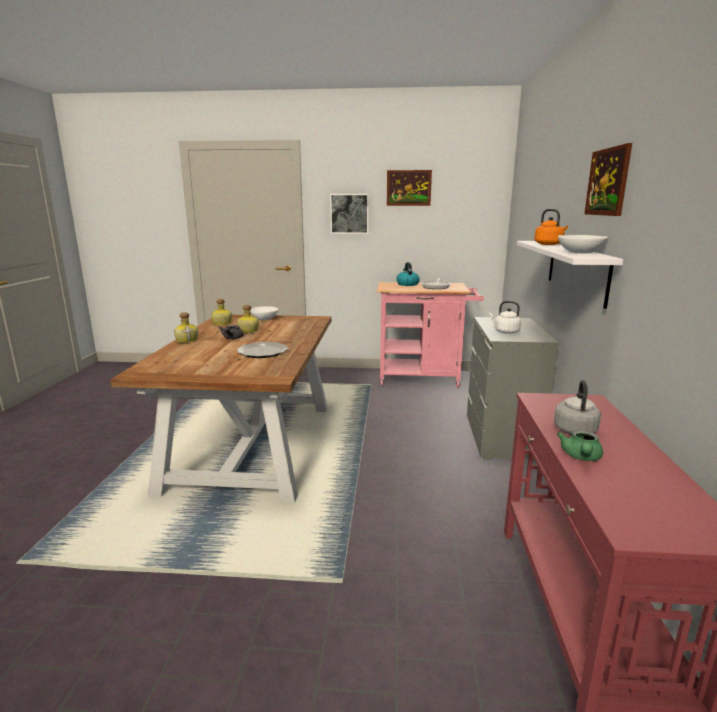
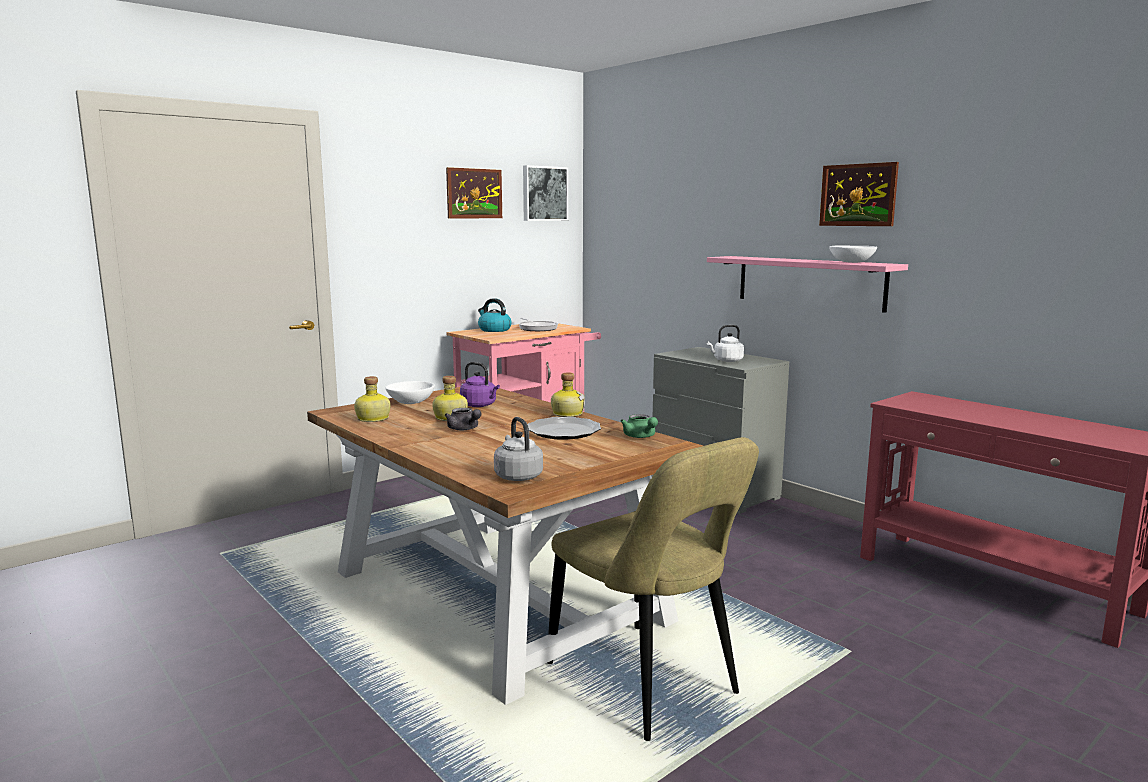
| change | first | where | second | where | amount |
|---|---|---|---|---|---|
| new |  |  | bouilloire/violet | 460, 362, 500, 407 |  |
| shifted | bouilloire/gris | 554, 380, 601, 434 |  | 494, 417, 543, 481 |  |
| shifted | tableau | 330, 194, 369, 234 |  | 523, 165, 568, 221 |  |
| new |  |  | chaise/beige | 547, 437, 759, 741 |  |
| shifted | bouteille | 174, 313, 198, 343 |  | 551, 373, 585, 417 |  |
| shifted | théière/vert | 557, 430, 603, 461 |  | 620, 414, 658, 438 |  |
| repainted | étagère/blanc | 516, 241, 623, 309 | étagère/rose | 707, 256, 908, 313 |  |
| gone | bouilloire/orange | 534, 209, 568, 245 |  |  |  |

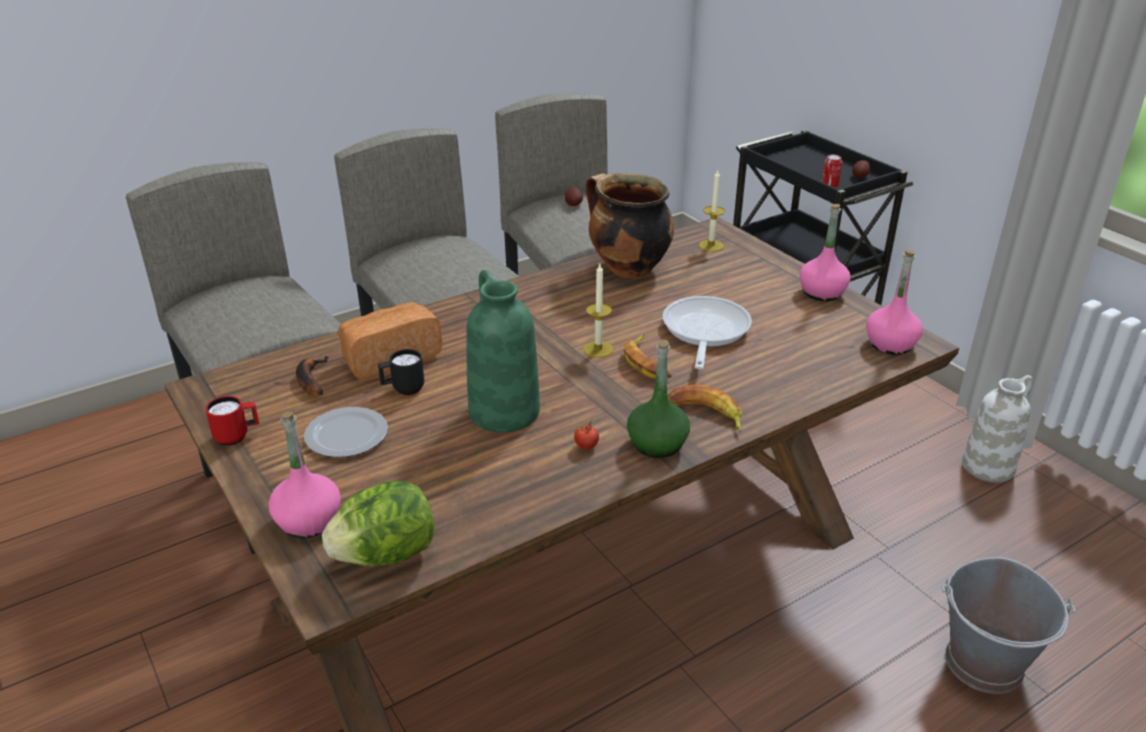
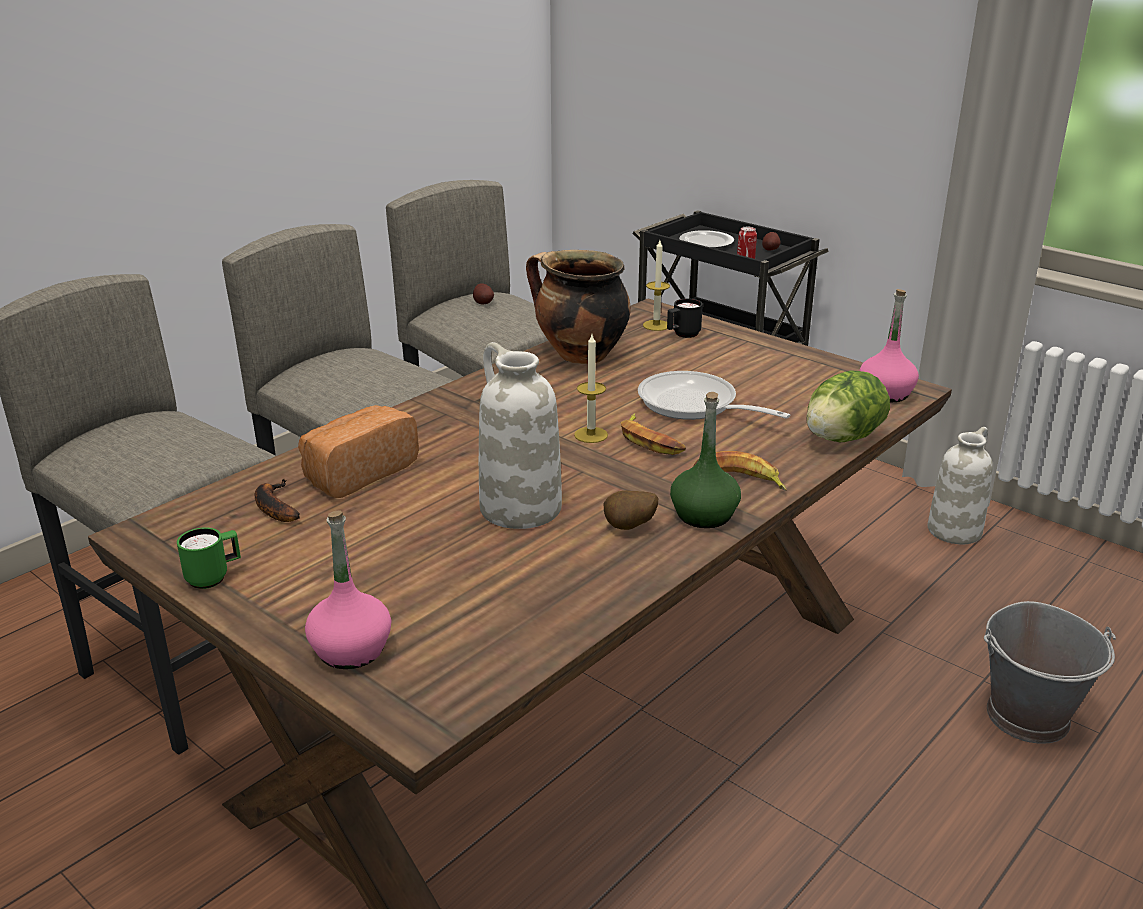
| change | first | where | second | where | amount |
|---|---|---|---|---|---|
| repainted | mug/rouge | 205, 396, 259, 446 | mug/vert | 177, 527, 241, 589 |  |
| repainted | vase/vert | 466, 270, 540, 432 | vase/blanc | 479, 342, 562, 529 |  |
| swapped | tomate | 574, 420, 599, 450 | pomme de terre | 603, 490, 658, 530 |  |
| rotated | poêle | 663, 296, 752, 369 |  | 638, 371, 790, 420 | 45 degrees counterclockwise |
| shifted | mug/noir | 378, 349, 424, 395 |  | 667, 298, 703, 338 |  |
| shifted | assiette | 304, 407, 388, 457 |  | 679, 230, 734, 248 |  |
| shifted | laitue | 322, 481, 434, 567 |  | 806, 370, 890, 442 |  |
| gone | bouteille/rose | 799, 204, 851, 301 |  |  |  |

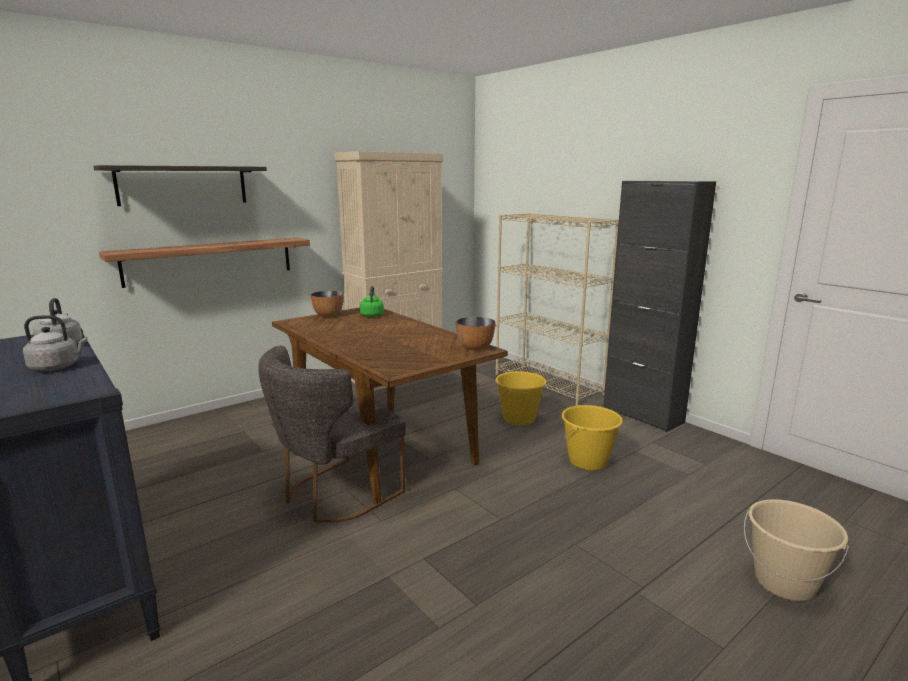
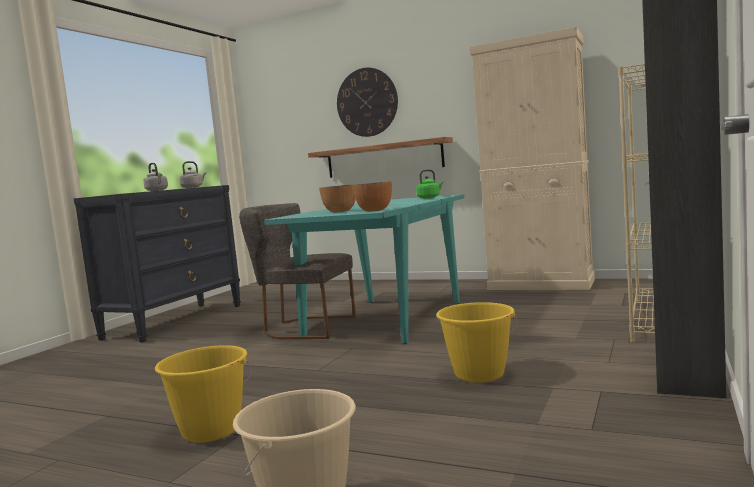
| change | first | where | second | where | amount |
|---|---|---|---|---|---|
| shifted | seau/jaune | 495, 371, 546, 425 |  | 155, 345, 252, 443 |  |
| repainted | table à manger/marron | 272, 307, 508, 504 | table à manger/turquoise | 264, 194, 464, 344 |  |
| shifted | bol | 311, 291, 344, 317 |  | 319, 184, 356, 213 |  |
| swapped | étagère | 94, 165, 267, 206 | horloge murale | 337, 68, 398, 137 |  |

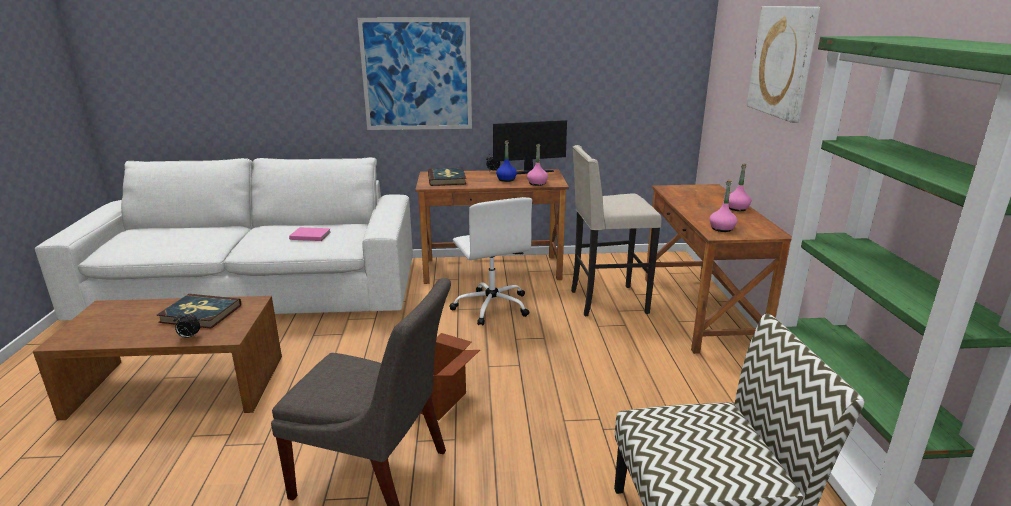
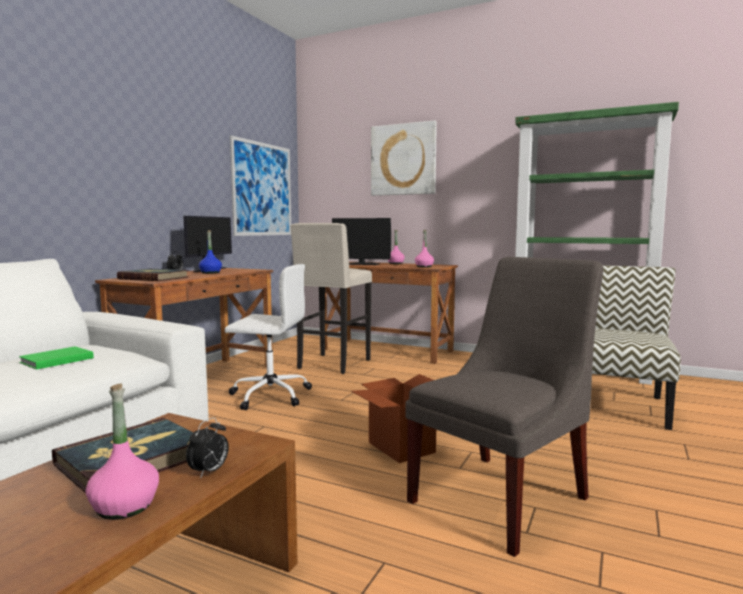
| change | first | where | second | where | amount |
|---|---|---|---|---|---|
| repainted | livre/rose | 289, 227, 331, 241 | livre/vert | 19, 347, 94, 370 |  |
| shifted | bouteille/rose | 527, 144, 548, 186 |  | 86, 383, 159, 520 |  |
| shifted | tableau | 357, 17, 472, 130 |  | 230, 135, 291, 236 |  |
| new |  |  | écran d'ordinateur | 332, 218, 391, 265 |  |

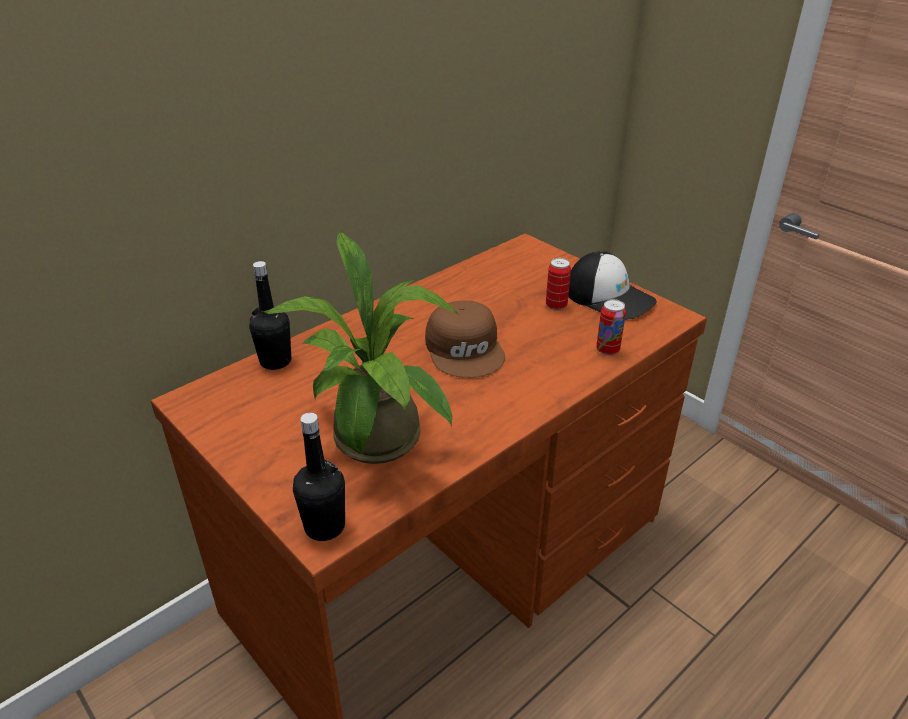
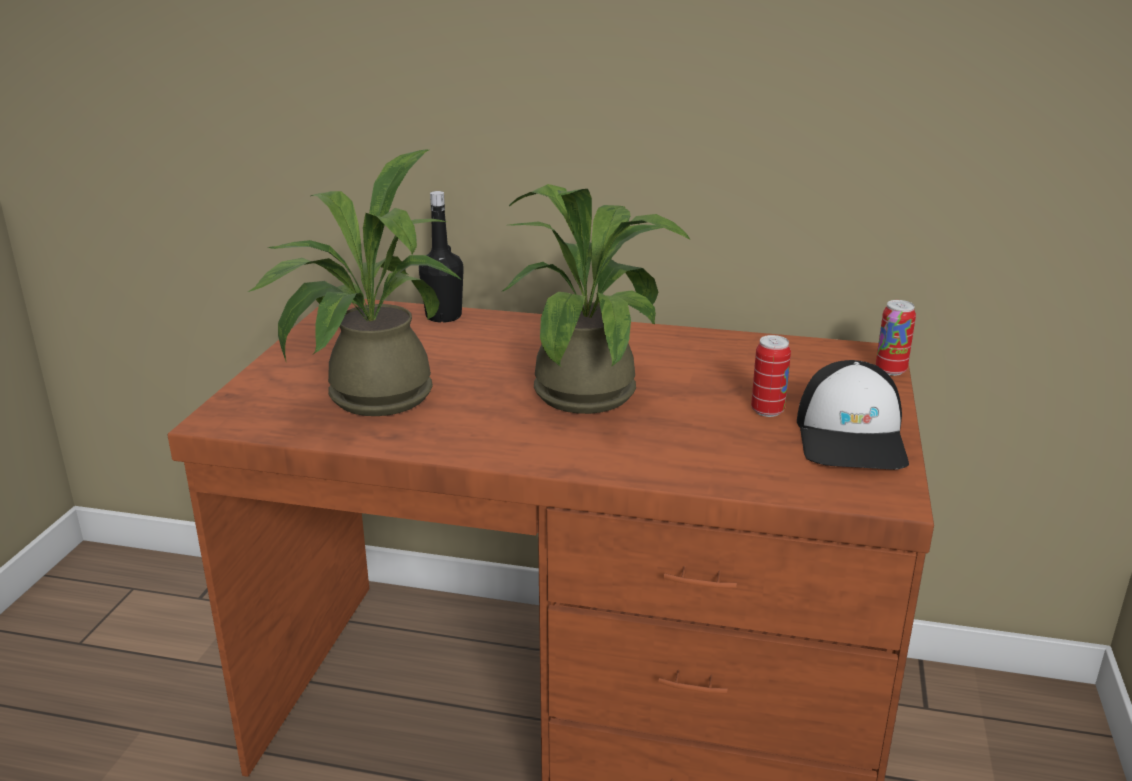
| change | first | where | second | where | amount |
|---|---|---|---|---|---|
| swapped | casquette/marron | 425, 300, 505, 378 | plante en pot | 503, 184, 690, 414 |  |
| shifted | boîte métallique | 596, 299, 626, 356 |  | 876, 300, 916, 376 |  |
| gone | bouteille/noir | 293, 413, 345, 541 |  |  |  |

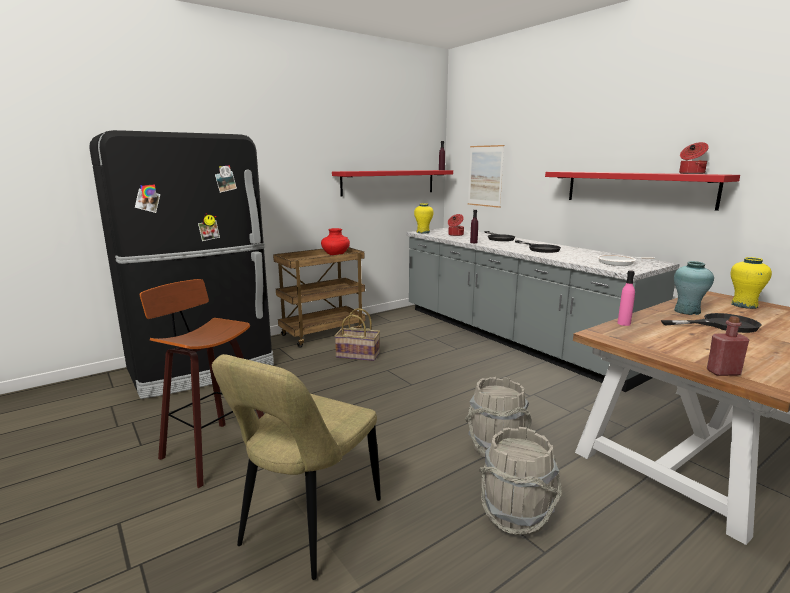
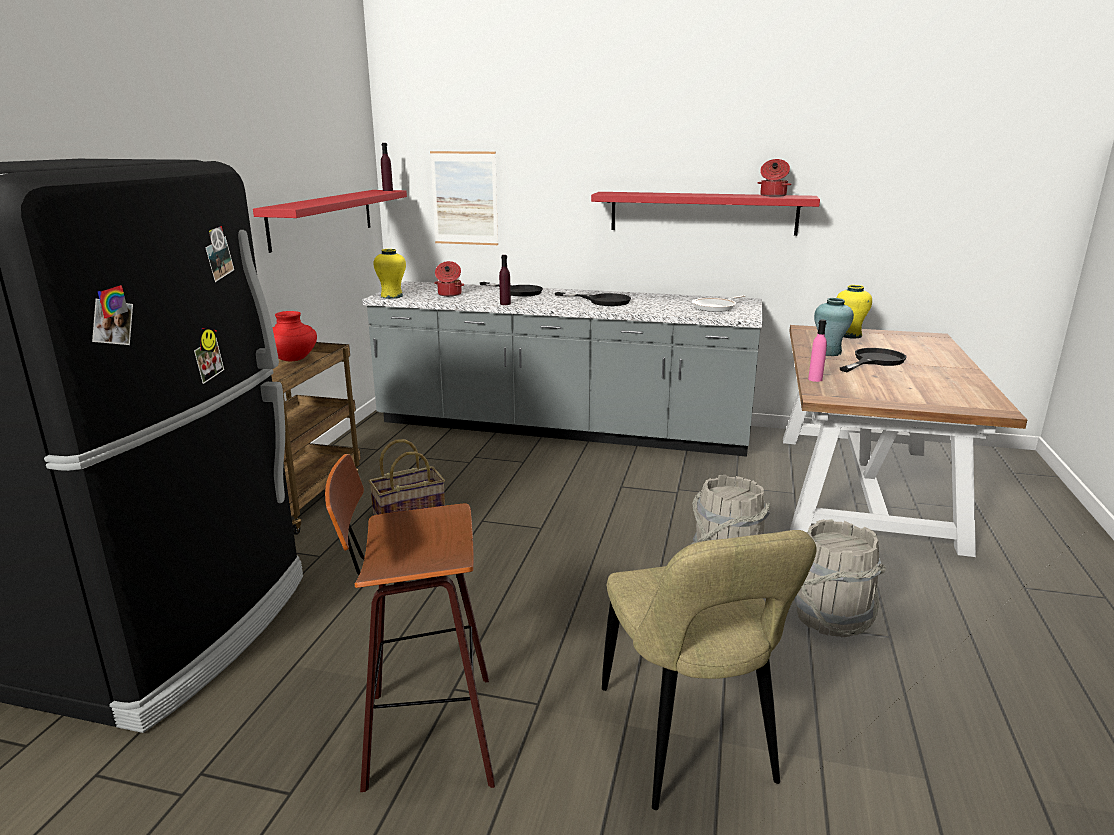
| change | first | where | second | where | amount |
|---|---|---|---|---|---|
| gone | bouteille/rouge | 707, 316, 749, 376 |  |  |  |

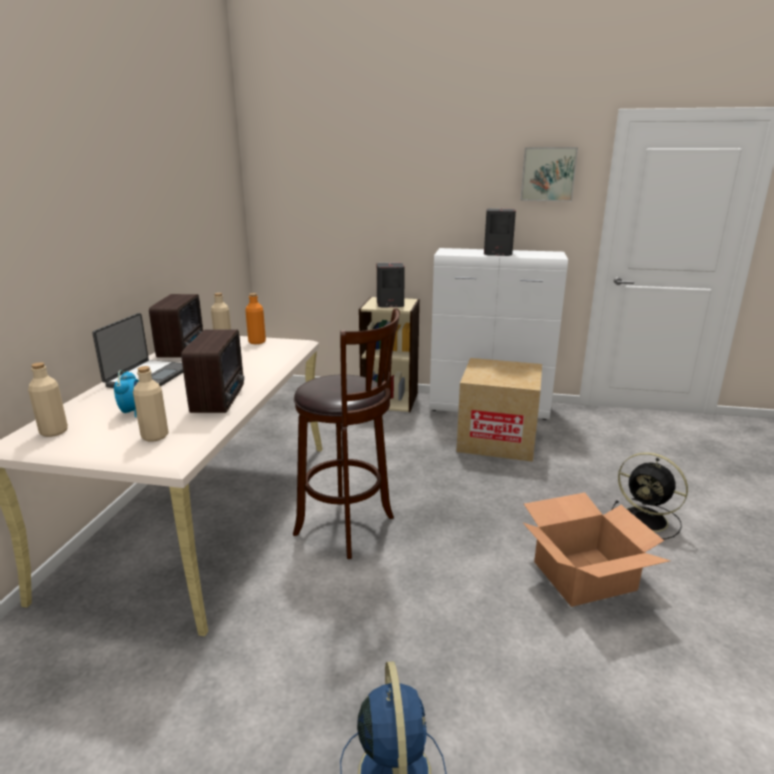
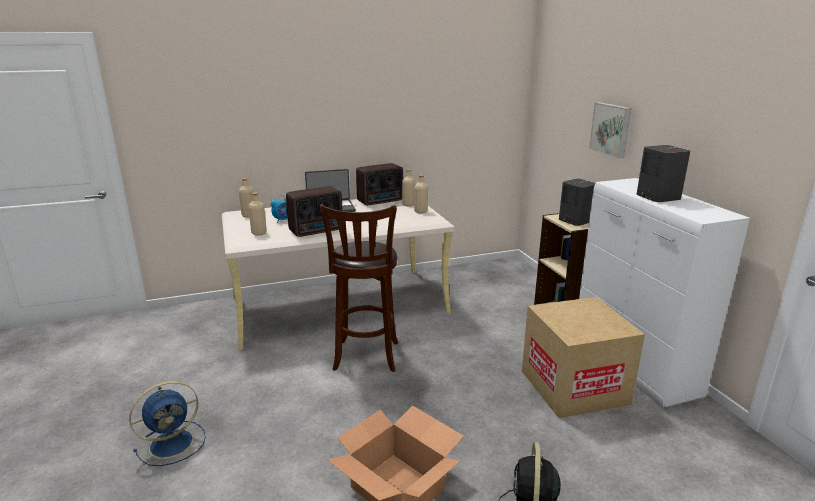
| change | first | where | second | where | amount |
|---|---|---|---|---|---|
| repainted | bouteille/orange | 245, 293, 266, 344 | bouteille/beige | 414, 175, 428, 213 |  |
| shifted | tableau | 521, 147, 578, 201 |  | 589, 102, 632, 158 |  |

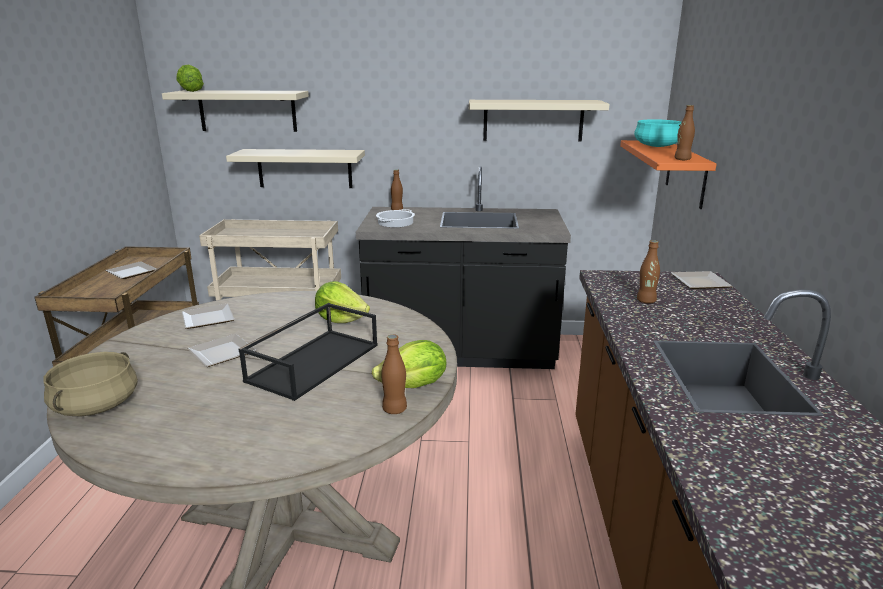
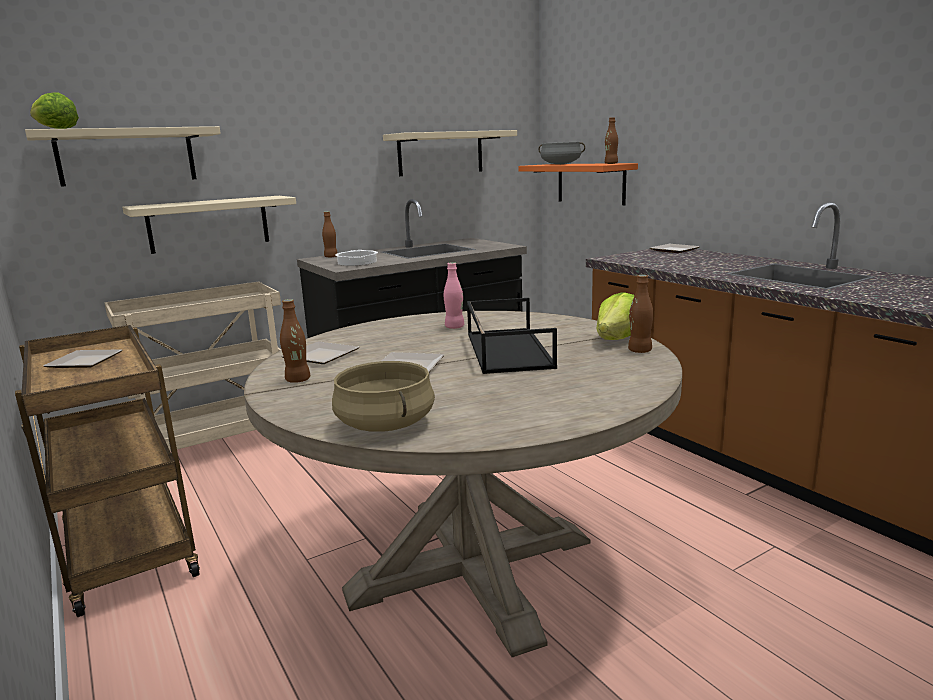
| change | first | where | second | where | amount |
|---|---|---|---|---|---|
| shifted | bouteille/marron | 637, 240, 660, 303 |  | 280, 299, 310, 383 |  |
| swapped | laitue | 315, 281, 370, 323 | bouteille/rose | 444, 262, 464, 329 |  |
| repainted | marmite/turquoise | 634, 119, 682, 147 | marmite/gris | 538, 142, 585, 164 |  |

